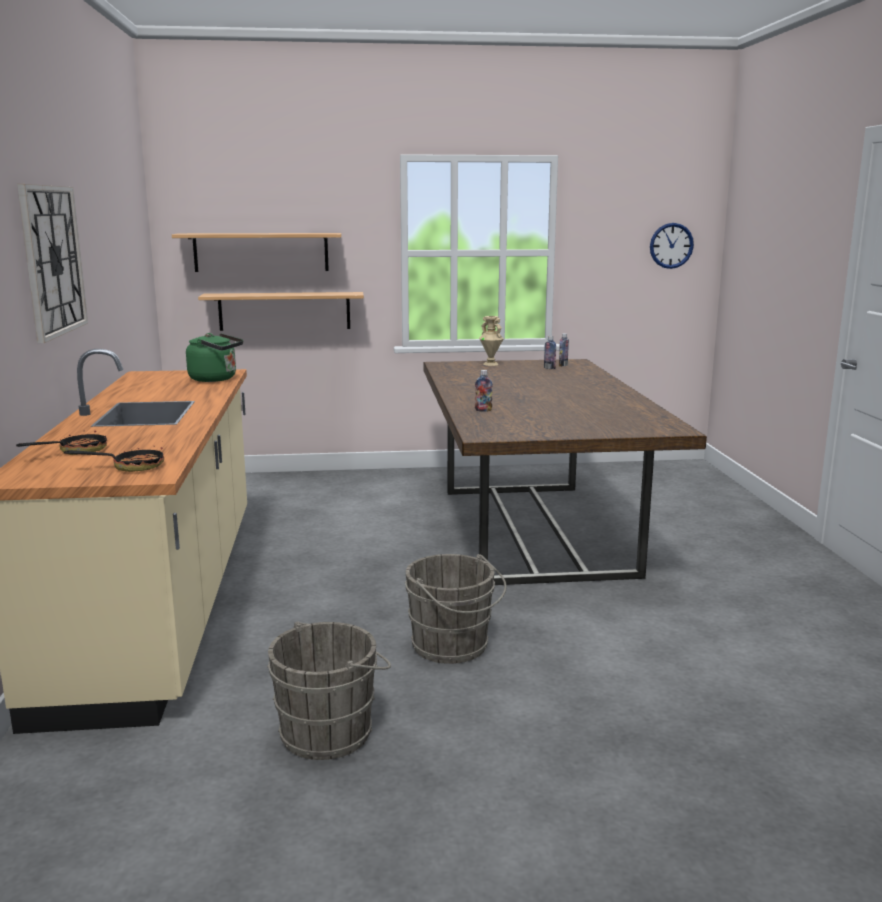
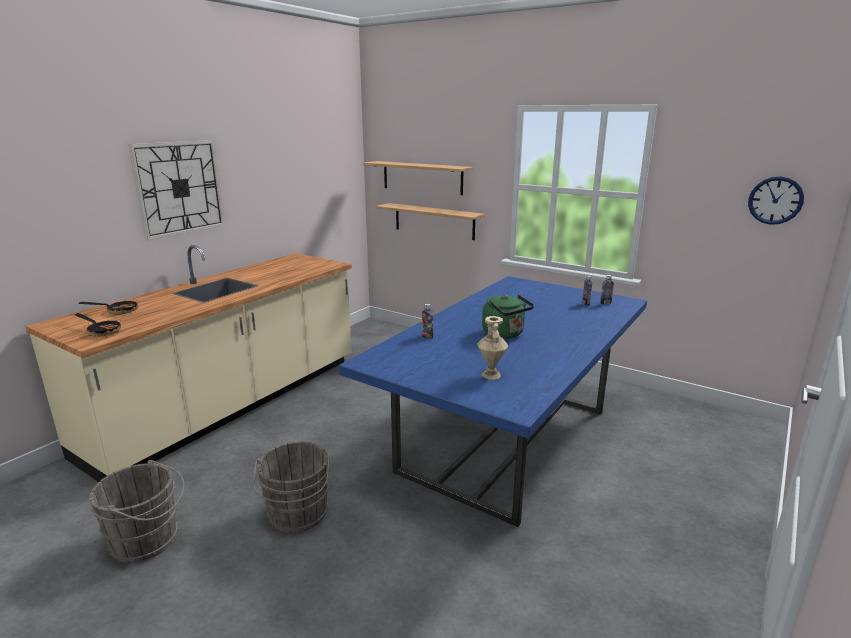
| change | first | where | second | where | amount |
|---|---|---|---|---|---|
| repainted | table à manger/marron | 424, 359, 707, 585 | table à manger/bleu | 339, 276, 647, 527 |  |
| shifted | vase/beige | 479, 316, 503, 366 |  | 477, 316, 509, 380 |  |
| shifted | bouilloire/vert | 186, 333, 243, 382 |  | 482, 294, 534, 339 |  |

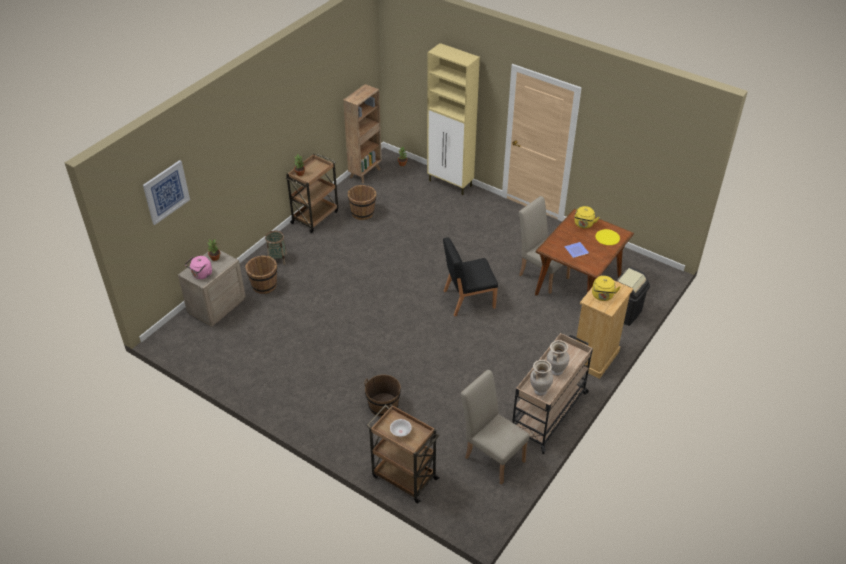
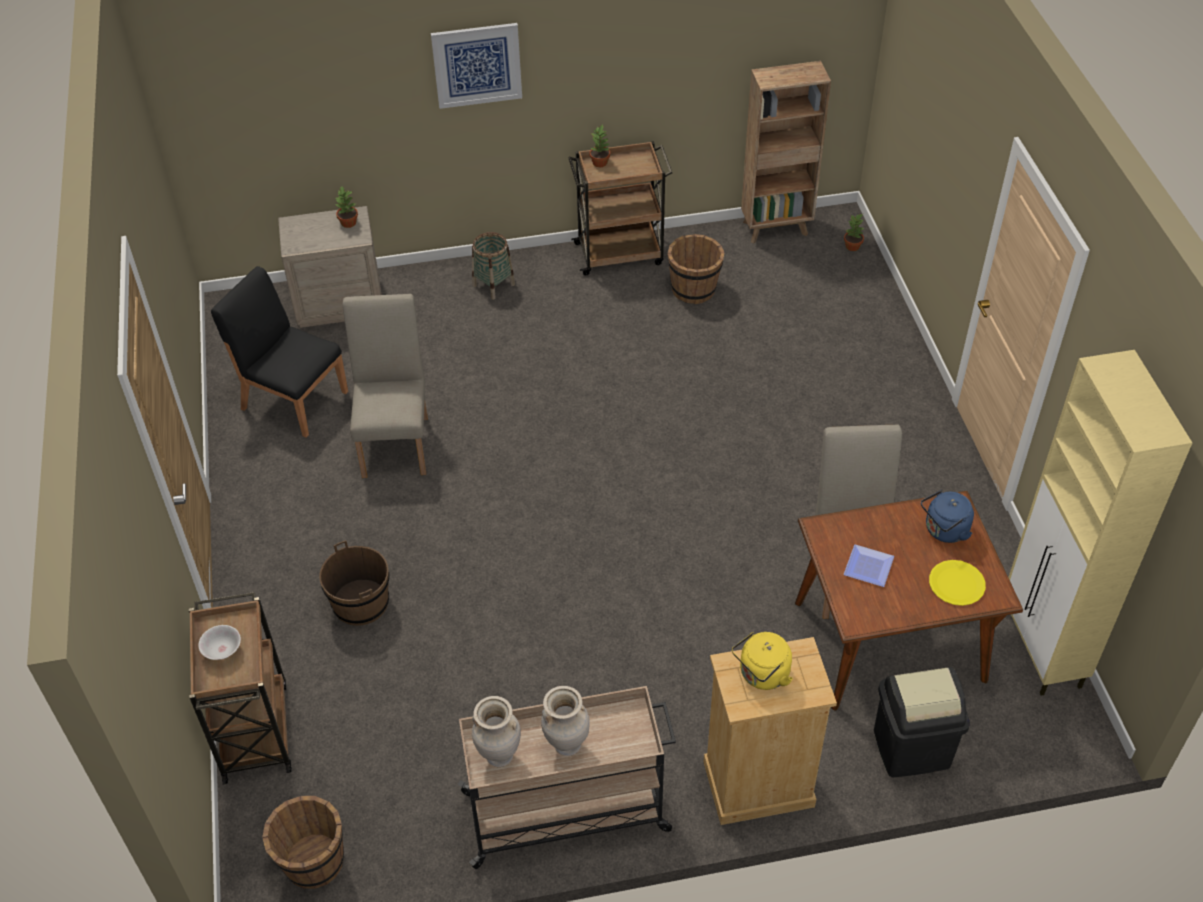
| change | first | where | second | where | amount |
|---|---|---|---|---|---|
| shifted | chaise/noir | 443, 237, 498, 317 |  | 211, 266, 348, 438 |  |
| shifted | seau/marron | 245, 255, 277, 294 |  | 262, 796, 344, 889 |  |
| shifted | chaise/beige | 461, 370, 529, 485 |  | 343, 294, 428, 478 |  |
| shifted | tableau | 143, 160, 190, 225 |  | 431, 23, 522, 109 |  |
| repainted | bouilloire/jaune | 574, 206, 599, 229 | bouilloire/bleu | 921, 490, 974, 543 |  |
| shifted | meuble de rangement/beige | 427, 43, 480, 195 |  | 1008, 350, 1192, 696 |  |
| gone | bouilloire/rose | 185, 256, 212, 279 |  |  |  |

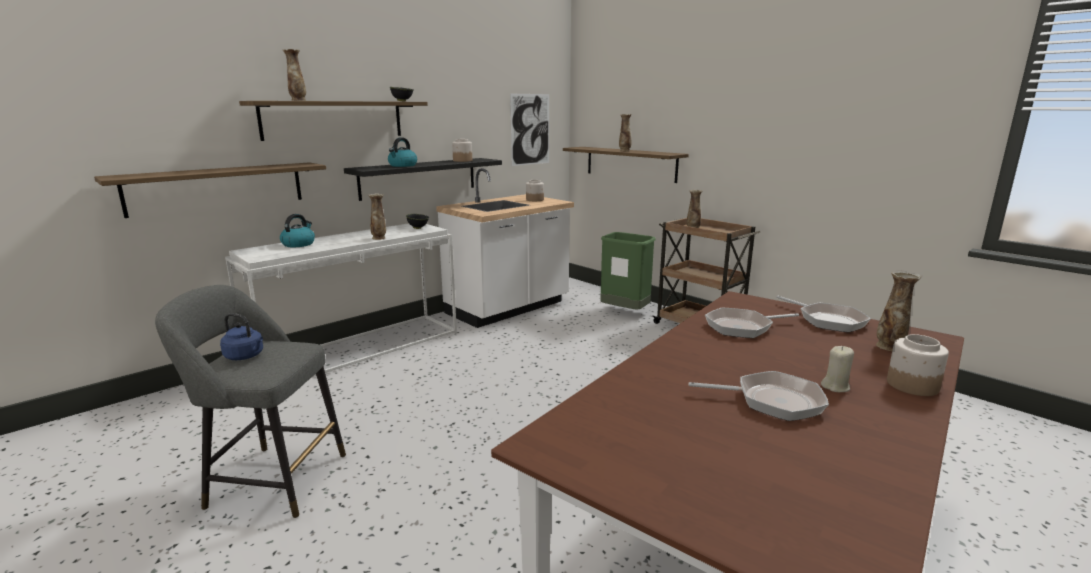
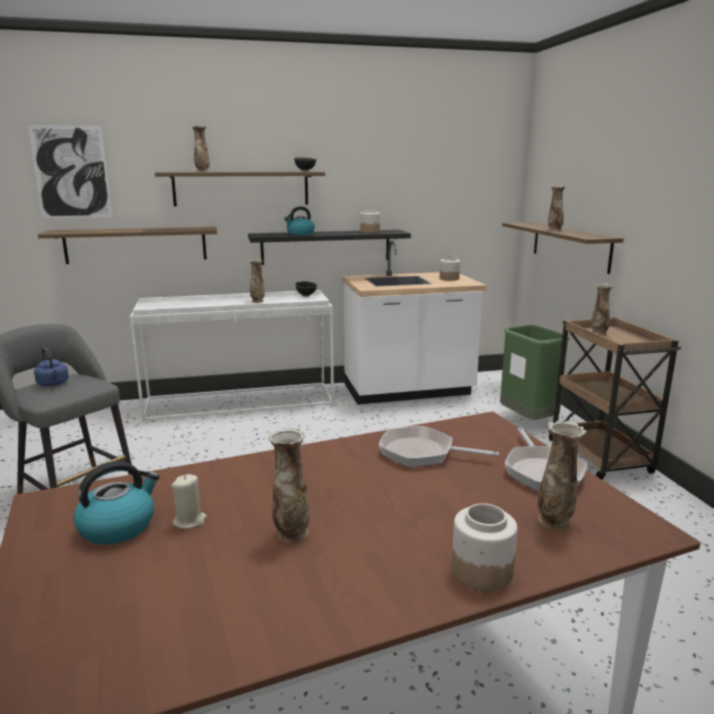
| change | first | where | second | where | amount |
|---|---|---|---|---|---|
| shifted | tableau | 510, 94, 549, 166 |  | 28, 125, 112, 218 |  |
| shifted | bouilloire | 280, 214, 315, 247 |  | 73, 461, 160, 545 |  |
| shifted | bougie/beige | 821, 346, 854, 392 |  | 172, 474, 207, 529 |  |
| swapped | poêle | 689, 371, 829, 421 | vase | 268, 428, 310, 543 |  |

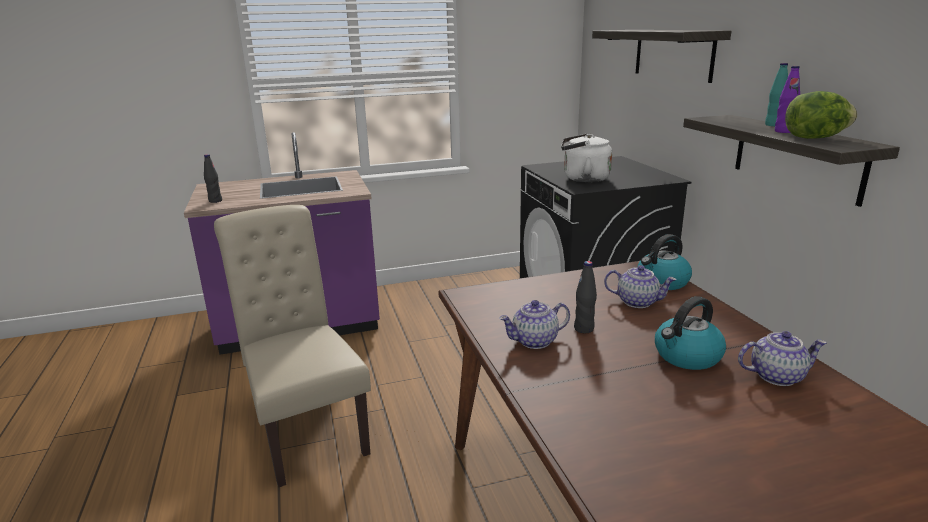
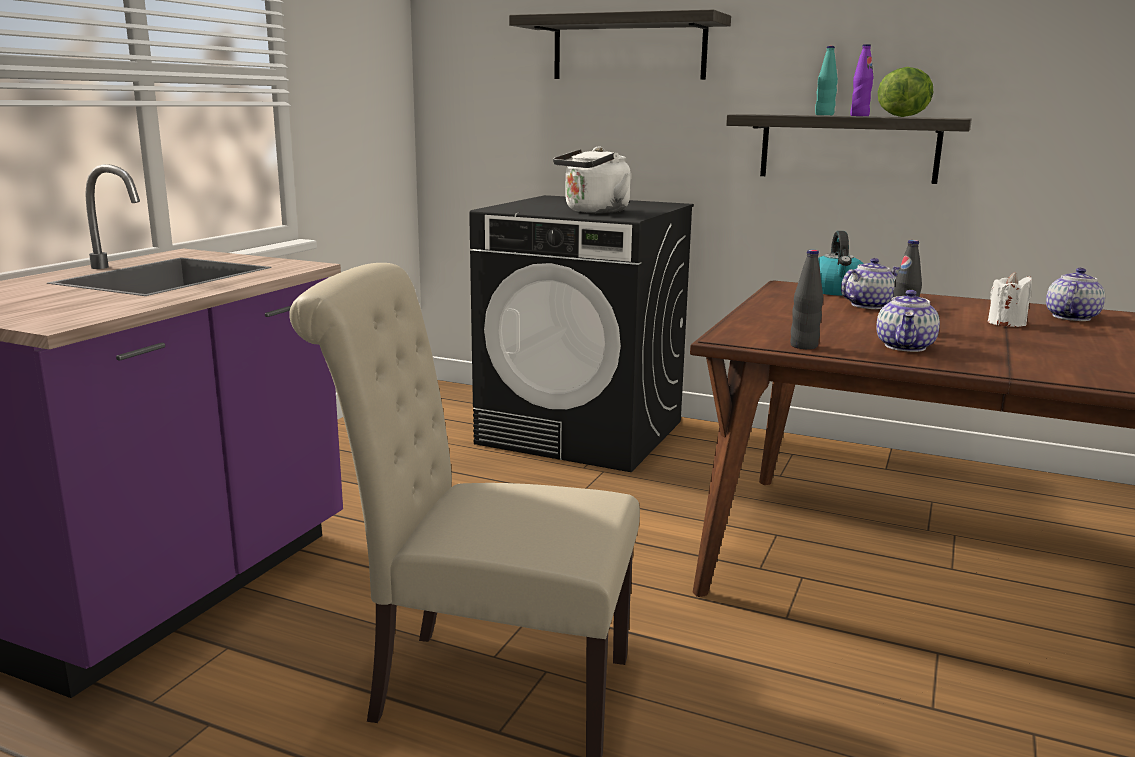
| change | first | where | second | where | amount |
|---|---|---|---|---|---|
| shifted | bouteille/noir | 204, 154, 222, 203 |  | 790, 250, 823, 349 |  |
| swapped | bouilloire | 655, 296, 726, 370 | bougie/blanc | 988, 272, 1032, 327 |  |

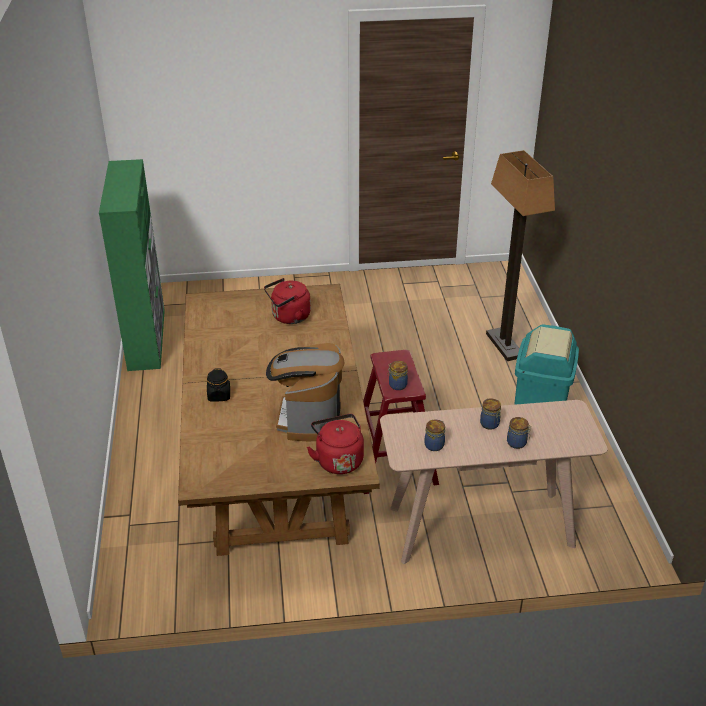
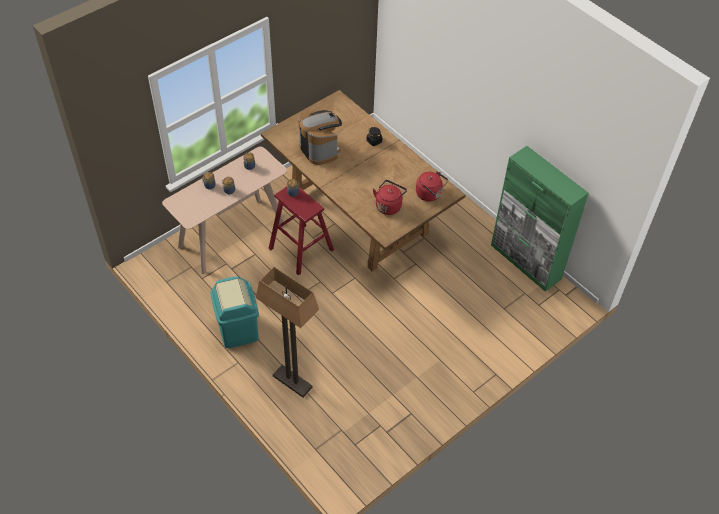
| change | first | where | second | where | amount |
|---|---|---|---|---|---|
| shifted | bouilloire/rouge | 307, 414, 364, 474 |  | 416, 172, 448, 201 |  |

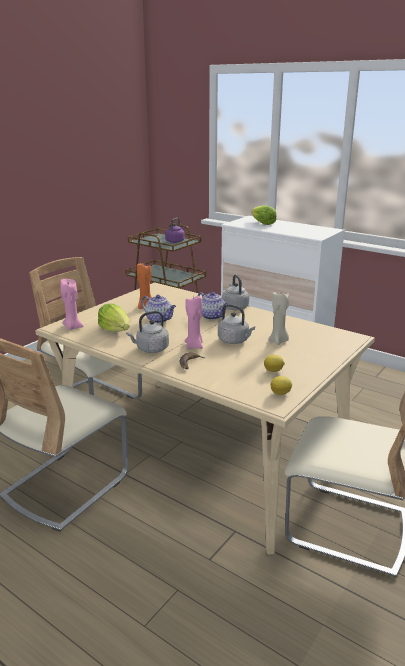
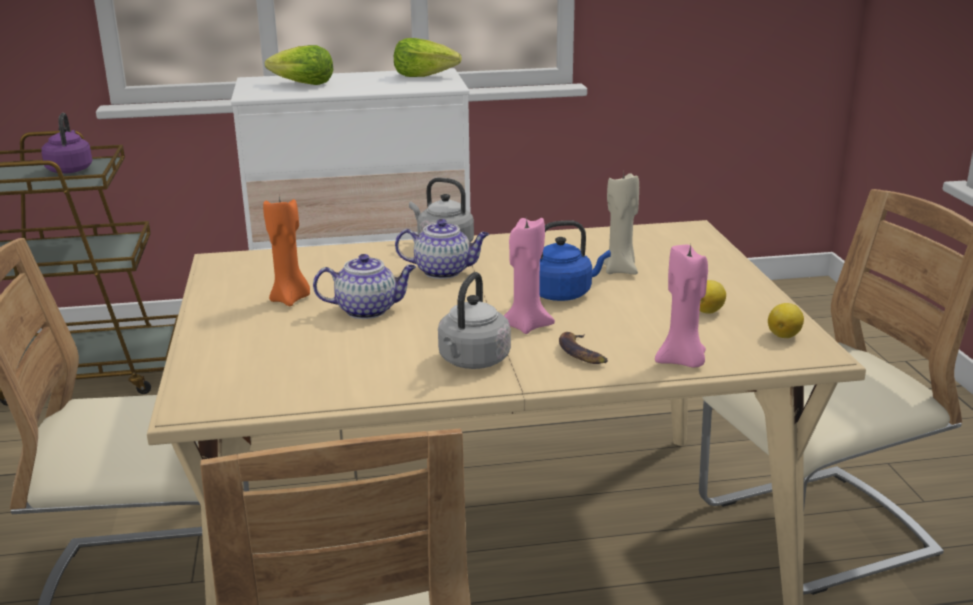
| change | first | where | second | where | amount |
|---|---|---|---|---|---|
| shifted | laitue | 98, 304, 130, 332 |  | 394, 38, 462, 77 |  |
| repainted | bouilloire/gris | 218, 304, 255, 344 | bouilloire/bleu | 539, 220, 611, 301 |  |
| shifted | bougie/rose | 60, 279, 84, 330 |  | 655, 244, 708, 368 |  |

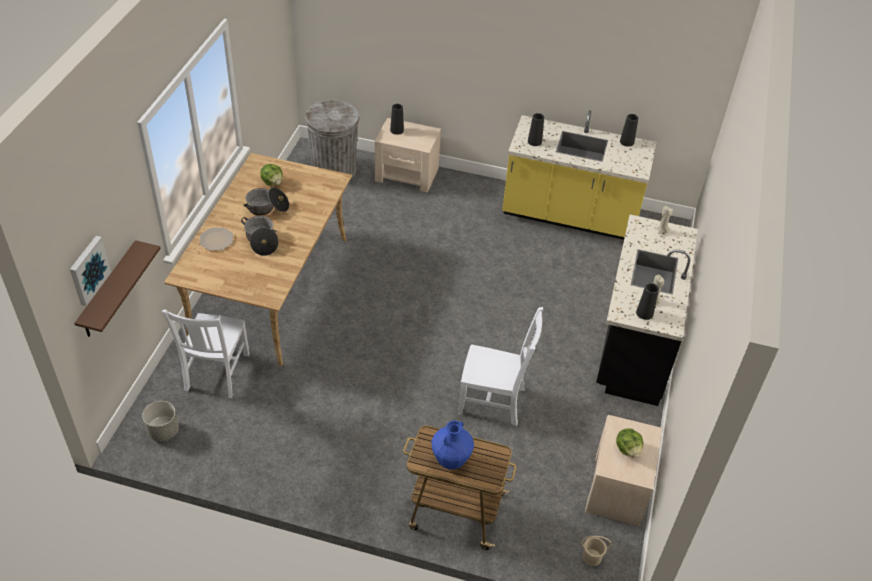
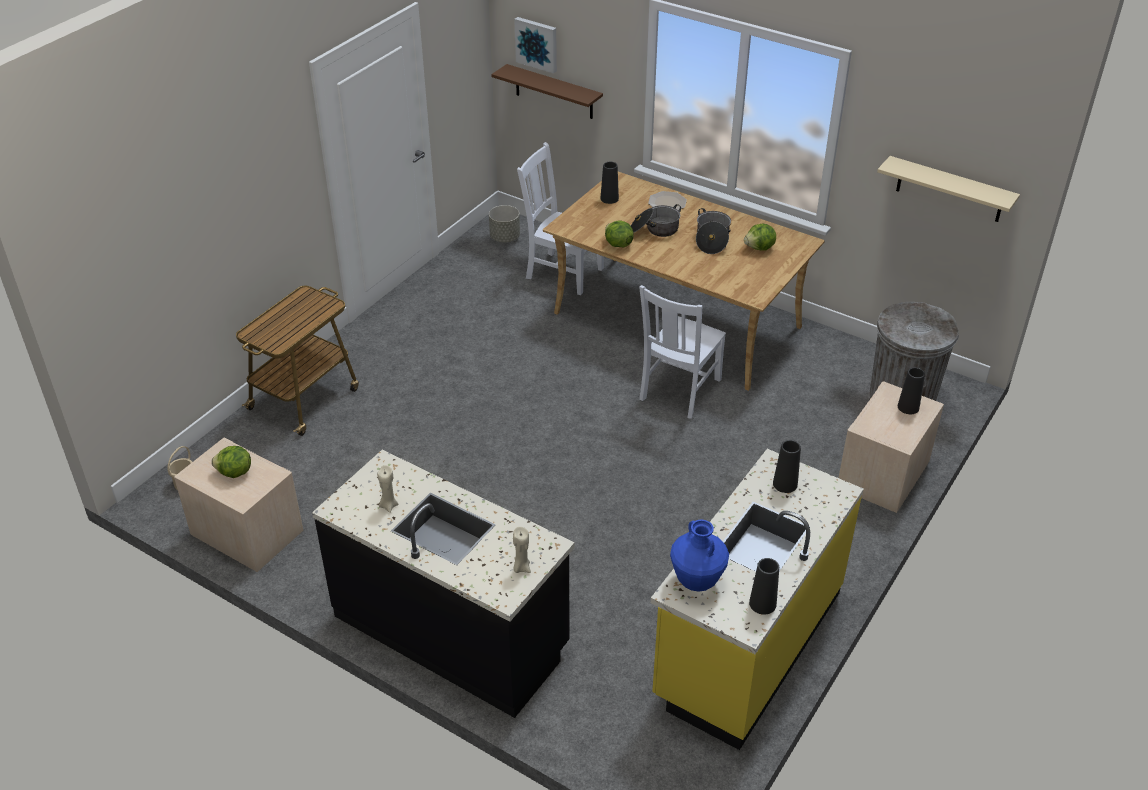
| change | first | where | second | where | amount |
|---|---|---|---|---|---|
| shifted | vase/noir | 636, 283, 659, 320 |  | 600, 162, 619, 204 |  |
| new |  |  | laitue | 605, 220, 634, 248 |  |
| shifted | chaise/blanc | 458, 307, 543, 426 |  | 639, 285, 726, 419 |  |
| shifted | vase/bleu | 431, 420, 474, 469 |  | 670, 519, 729, 592 |  |
| new |  |  | étagère/beige | 877, 156, 1020, 222 |  |

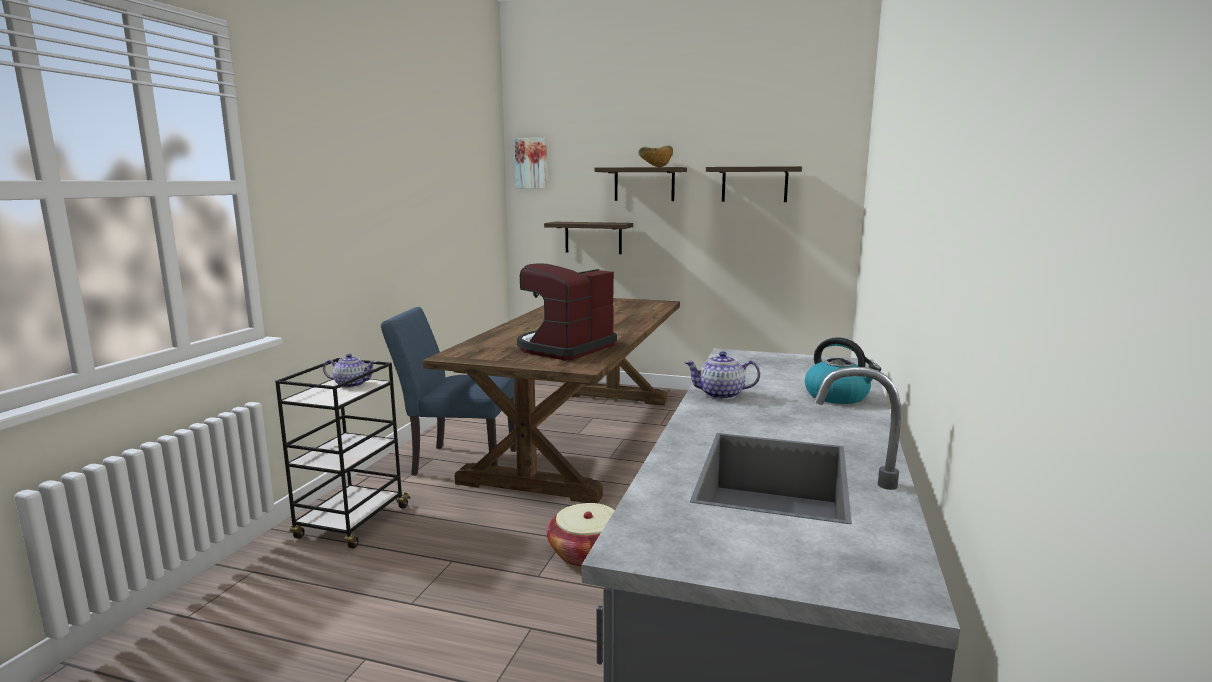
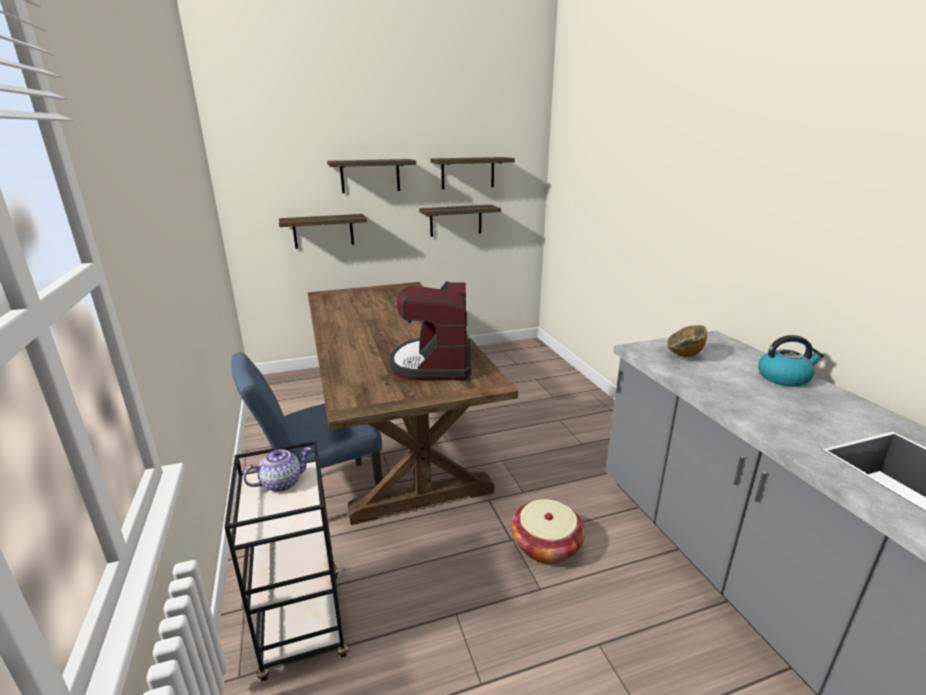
| change | first | where | second | where | amount |
|---|---|---|---|---|---|
| new |  |  | étagère | 419, 205, 501, 237 |  |
| shifted | bol | 638, 145, 673, 167 |  | 667, 325, 707, 357 |  |
| gone | tableau | 514, 138, 547, 189 |  |  |  |
| gone | théière | 684, 352, 760, 400 |  |  |  |

